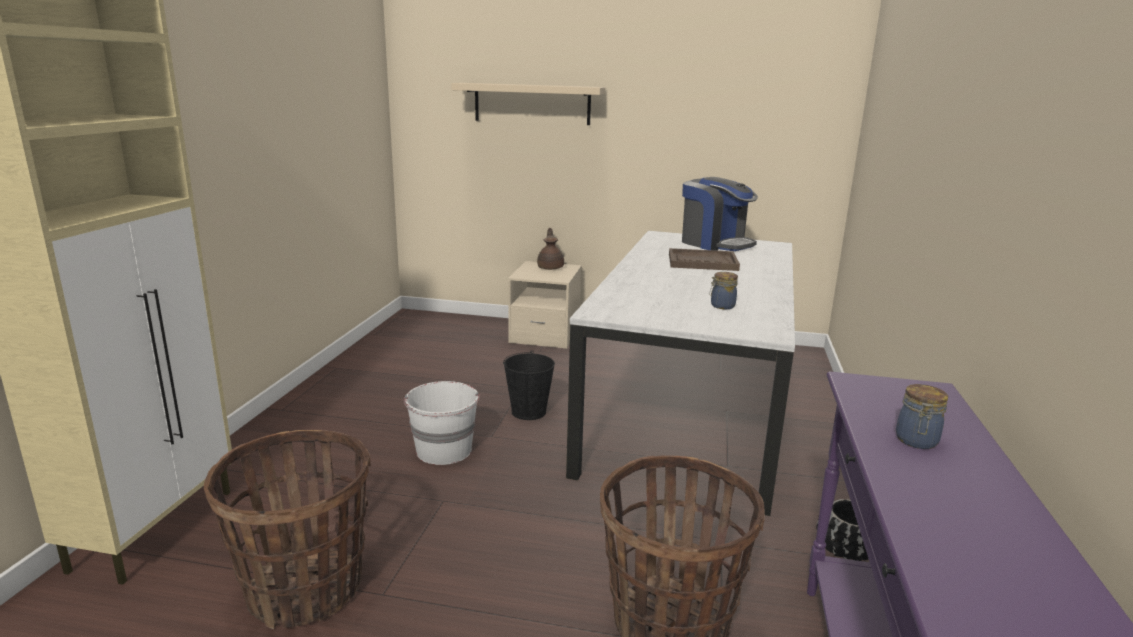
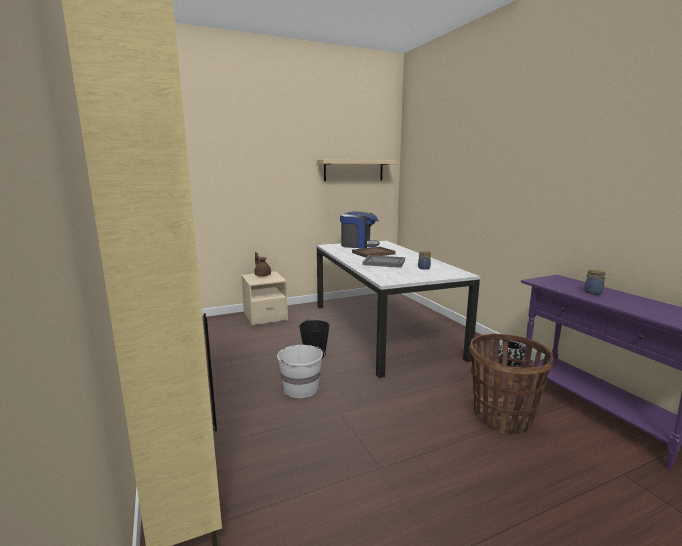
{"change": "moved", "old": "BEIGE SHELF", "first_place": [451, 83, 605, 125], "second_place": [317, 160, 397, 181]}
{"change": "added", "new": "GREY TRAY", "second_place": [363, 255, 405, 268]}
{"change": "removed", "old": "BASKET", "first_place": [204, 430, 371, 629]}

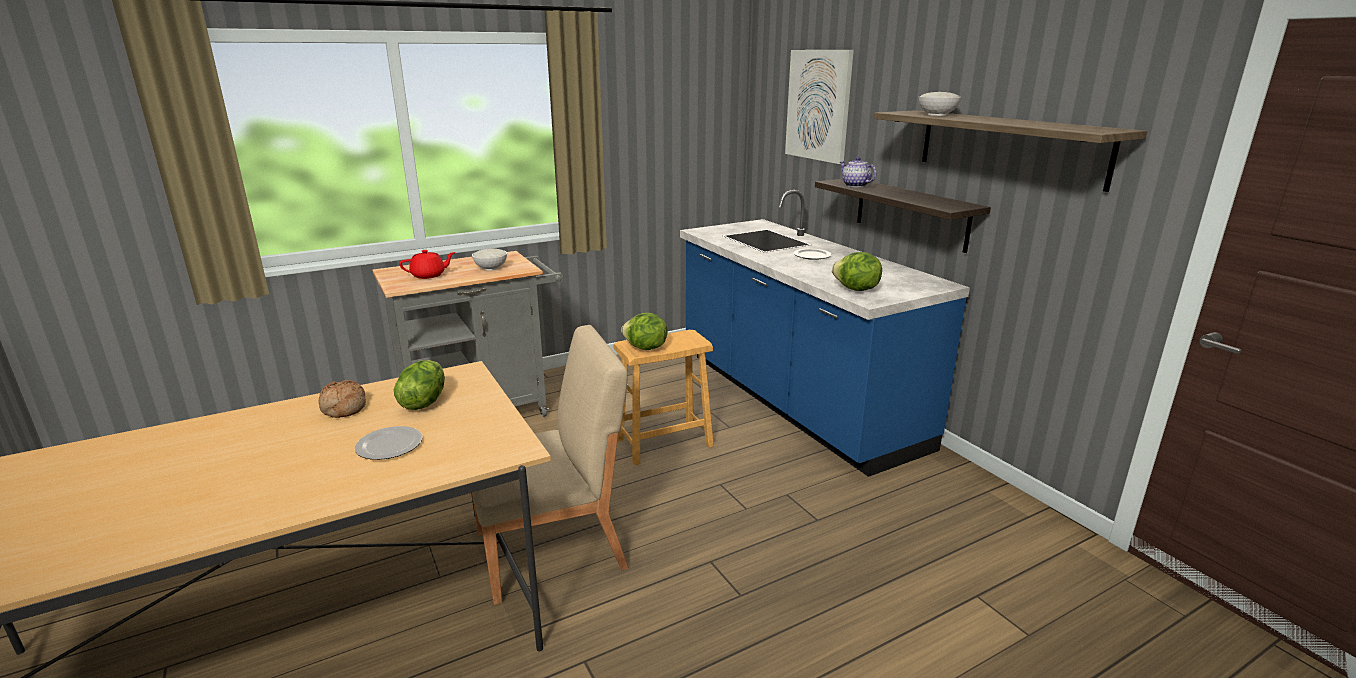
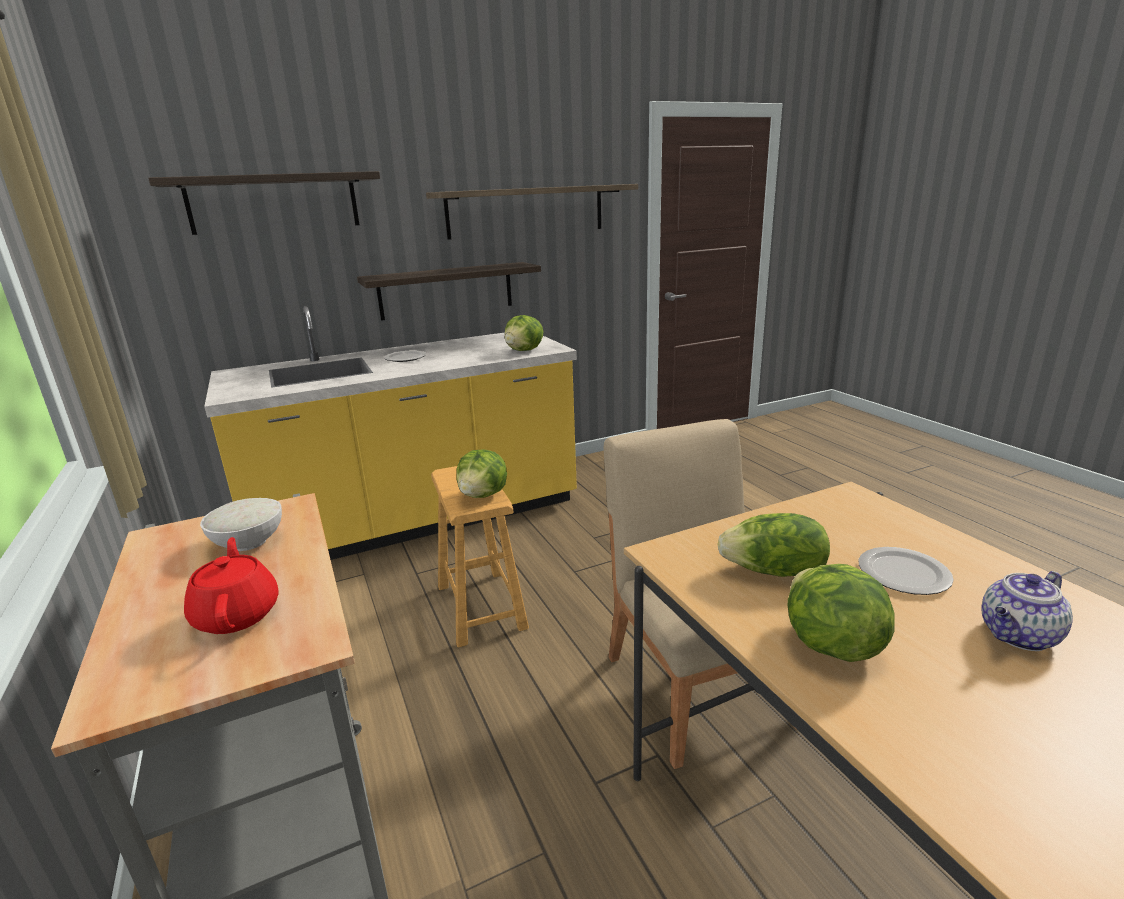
{"change": "replaced", "old": "PICTURE", "new": "SHELF", "first_place": [785, 50, 854, 164], "second_place": [148, 171, 380, 235]}
{"change": "recoloured", "old": "BLUE COUNTER", "new": "YELLOW COUNTER", "first_place": [680, 190, 970, 477], "second_place": [204, 306, 577, 560]}
{"change": "replaced", "old": "BREAD", "new": "LETTUCE", "first_place": [319, 380, 366, 418], "second_place": [788, 564, 895, 662]}
{"change": "moved", "old": "TEAPOT", "first_place": [840, 157, 877, 187], "second_place": [982, 571, 1073, 651]}
{"change": "removed", "old": "WHITE BOWL", "first_place": [919, 92, 961, 116]}

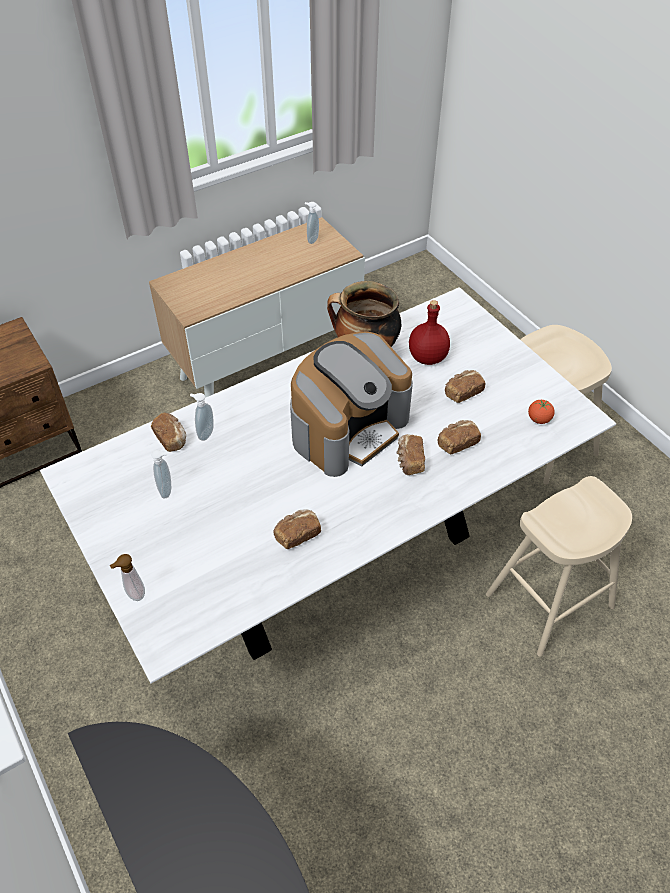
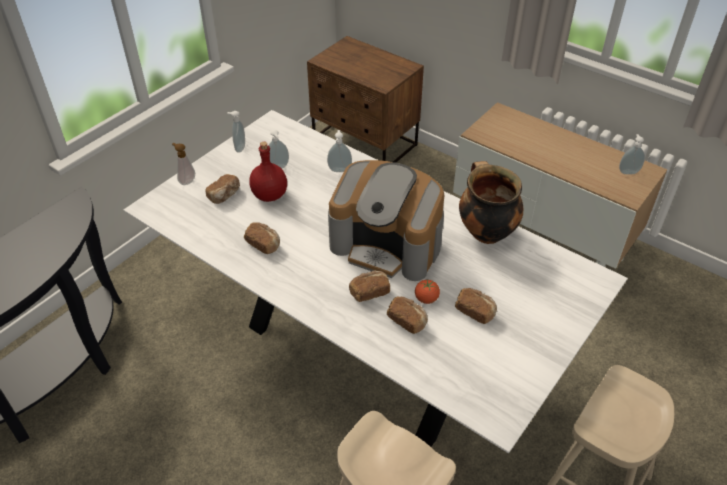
{"change": "moved", "old": "BREAD", "first_place": [151, 413, 186, 452], "second_place": [205, 174, 240, 204]}
{"change": "added", "new": "SOAP DISPENSER", "second_place": [227, 111, 245, 153]}
{"change": "moved", "old": "RED BOTTLE", "first_place": [409, 300, 450, 365], "second_place": [249, 142, 287, 202]}
{"change": "moved", "old": "TOMATO", "first_place": [528, 399, 555, 424], "second_place": [415, 280, 440, 304]}

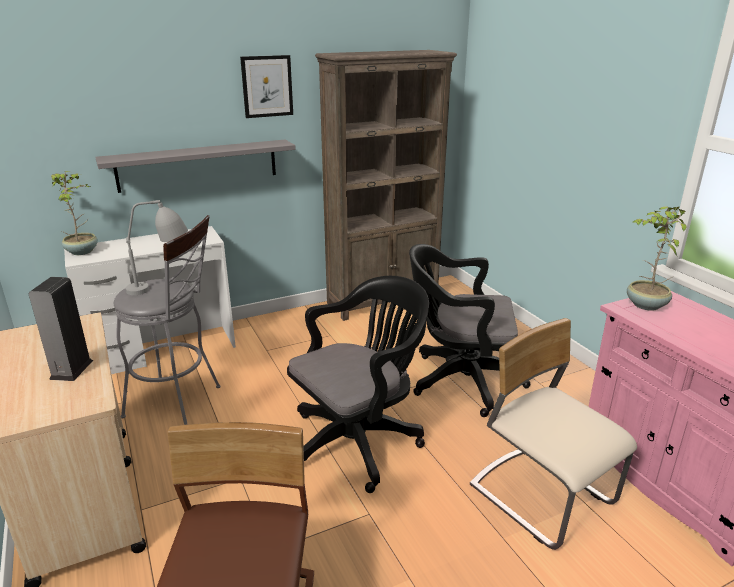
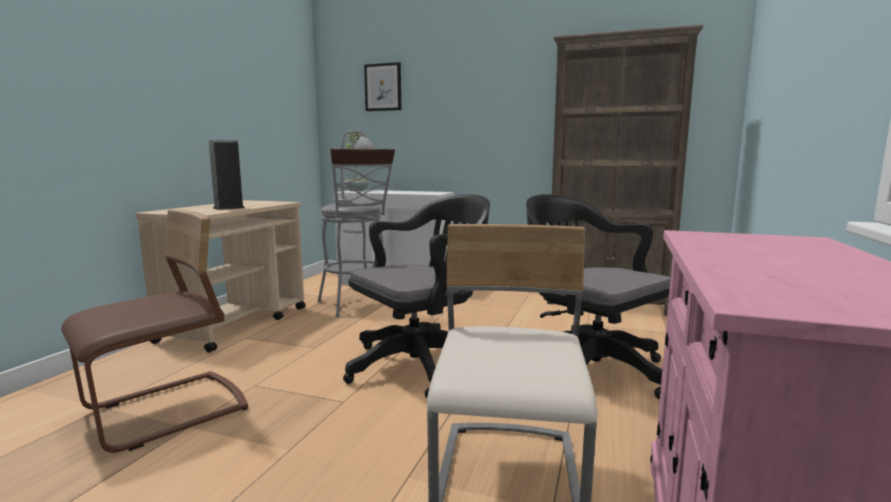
{"change": "turned", "old": "BLACK OFFICE CHAIR", "first_place": [287, 276, 429, 493], "second_place": [343, 194, 490, 398], "degrees": -45}
{"change": "moved", "old": "PICTURE", "first_place": [240, 55, 293, 118], "second_place": [364, 62, 401, 111]}
{"change": "removed", "old": "GREY SHELF", "first_place": [95, 140, 296, 193]}
{"change": "removed", "old": "POTTED PLANT", "first_place": [627, 206, 687, 311]}

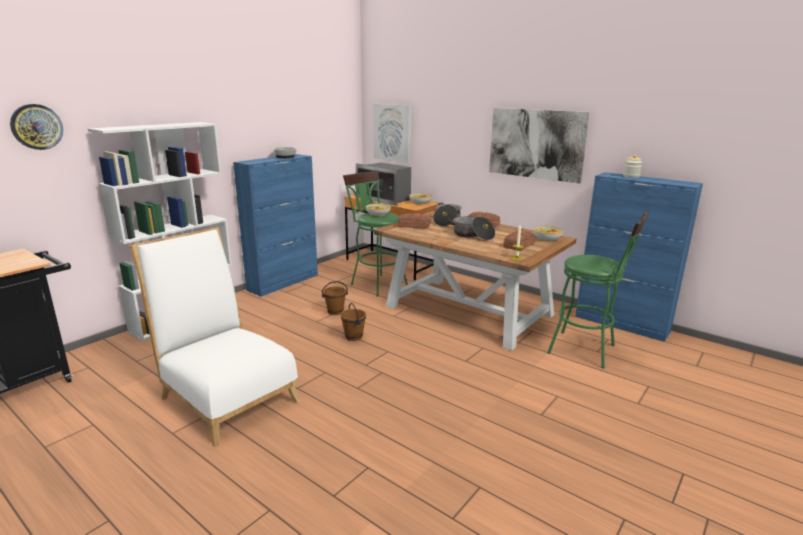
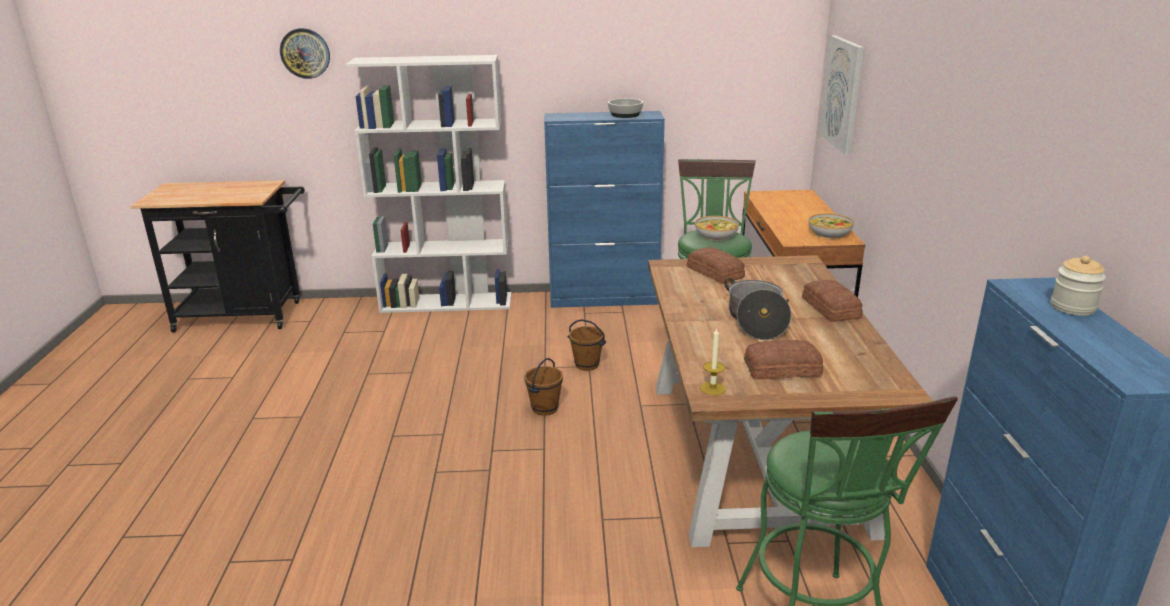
{"change": "removed", "old": "WHITE CHAIR", "first_place": [130, 227, 301, 447]}
{"change": "removed", "old": "MICROWAVE", "first_place": [356, 163, 411, 206]}
{"change": "removed", "old": "COOKING POT", "first_place": [433, 203, 461, 226]}
{"change": "removed", "old": "PICTURE", "first_place": [489, 108, 590, 184]}
{"change": "removed", "old": "BOWL", "first_place": [533, 226, 563, 241]}

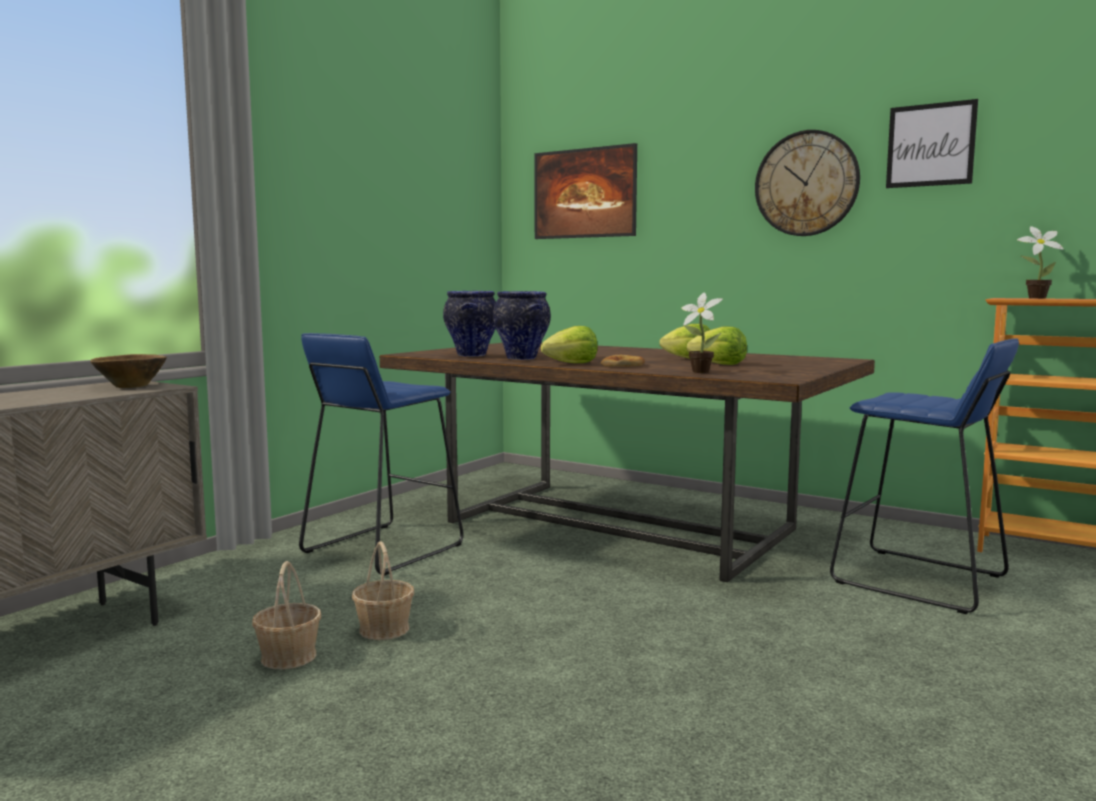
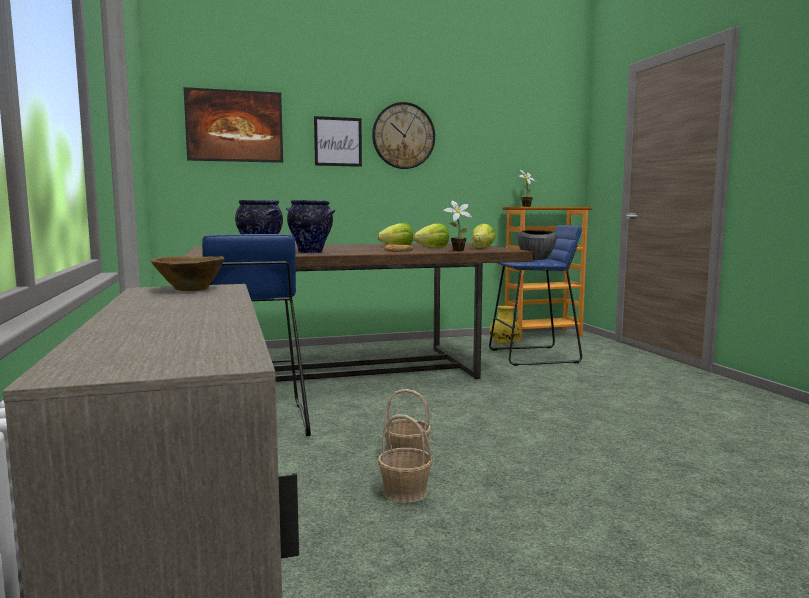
{"change": "moved", "old": "PICTURE", "first_place": [886, 99, 978, 188], "second_place": [314, 116, 362, 167]}
{"change": "moved", "old": "LETTUCE", "first_place": [541, 326, 597, 363], "second_place": [472, 224, 495, 248]}
{"change": "added", "new": "YELLOW VASE", "second_place": [489, 306, 521, 345]}
{"change": "added", "new": "BOWL", "second_place": [517, 230, 557, 260]}

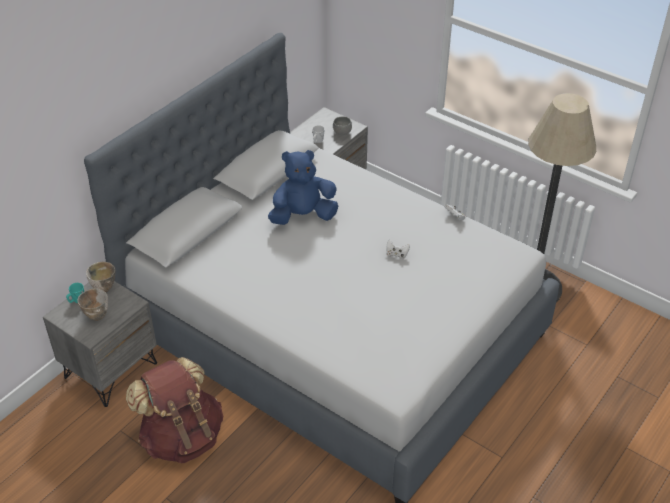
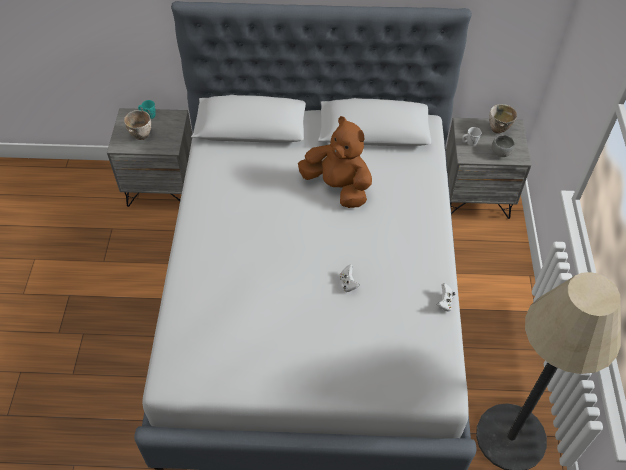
{"change": "recoloured", "old": "BLUE PLUSH TOY", "new": "BROWN PLUSH TOY", "first_place": [268, 150, 338, 225], "second_place": [298, 116, 372, 208]}
{"change": "moved", "old": "BOWL", "first_place": [86, 262, 115, 293], "second_place": [489, 104, 517, 133]}
{"change": "removed", "old": "BROWN BACKPACK", "first_place": [126, 357, 223, 464]}

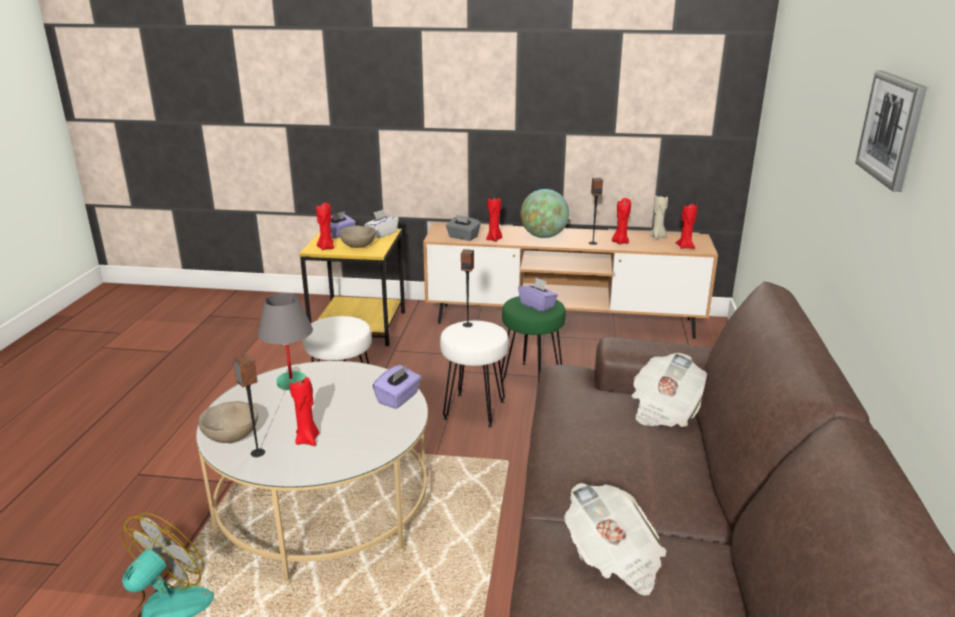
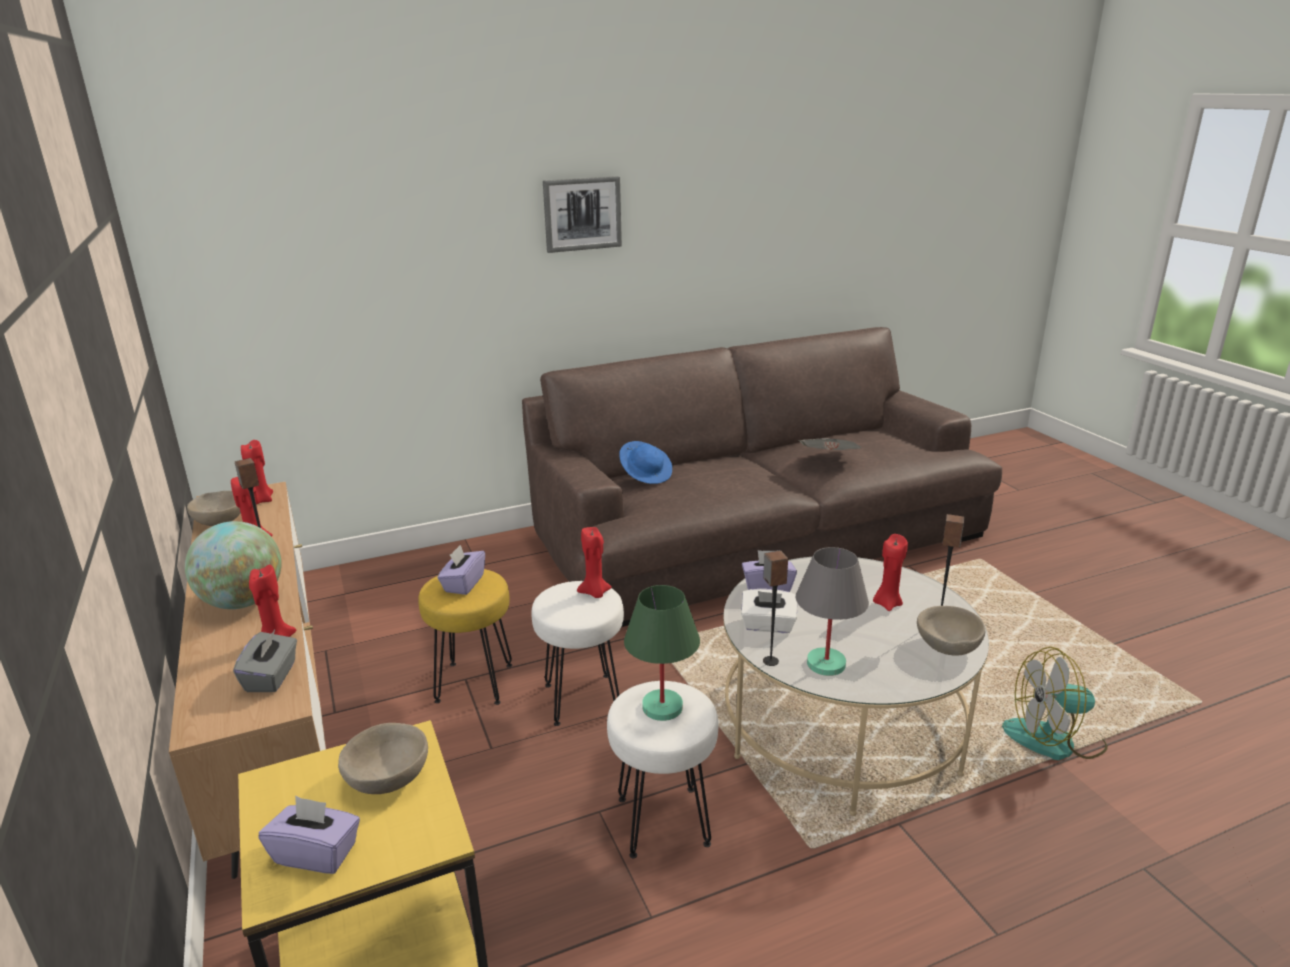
{"change": "replaced", "old": "BEIGE CANDLE", "new": "BEIGE BOWL", "first_place": [649, 195, 668, 239], "second_place": [187, 491, 241, 526]}
{"change": "recoloured", "old": "GREEN STOOL", "new": "YELLOW STOOL", "first_place": [500, 296, 566, 382], "second_place": [418, 569, 512, 705]}
{"change": "moved", "old": "RED CANDLE", "first_place": [316, 203, 334, 250], "second_place": [577, 527, 612, 598]}
{"change": "replaced", "old": "NEWSPAPER", "new": "BLUE HAT", "first_place": [632, 353, 707, 427], "second_place": [619, 441, 672, 484]}
{"change": "added", "new": "GREEN TABLE LAMP", "second_place": [624, 585, 700, 721]}
{"change": "moved", "old": "WHITE TISSUE BOX", "first_place": [365, 209, 399, 238], "second_place": [741, 589, 798, 633]}
{"change": "moved", "old": "SPEAKER", "first_place": [461, 249, 474, 327], "second_place": [763, 551, 788, 666]}

